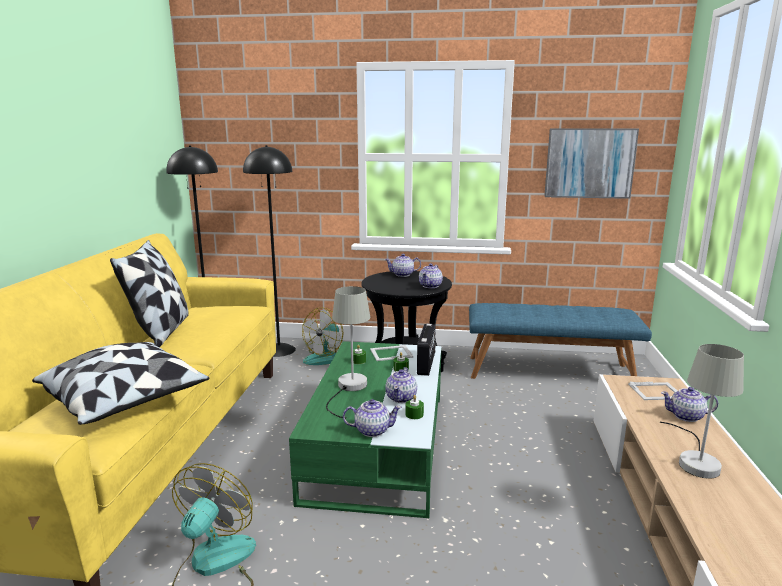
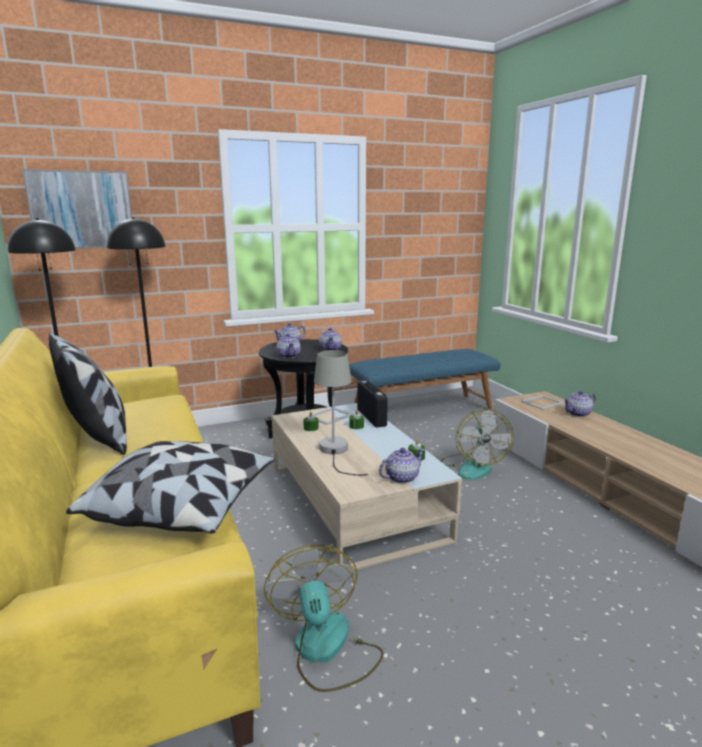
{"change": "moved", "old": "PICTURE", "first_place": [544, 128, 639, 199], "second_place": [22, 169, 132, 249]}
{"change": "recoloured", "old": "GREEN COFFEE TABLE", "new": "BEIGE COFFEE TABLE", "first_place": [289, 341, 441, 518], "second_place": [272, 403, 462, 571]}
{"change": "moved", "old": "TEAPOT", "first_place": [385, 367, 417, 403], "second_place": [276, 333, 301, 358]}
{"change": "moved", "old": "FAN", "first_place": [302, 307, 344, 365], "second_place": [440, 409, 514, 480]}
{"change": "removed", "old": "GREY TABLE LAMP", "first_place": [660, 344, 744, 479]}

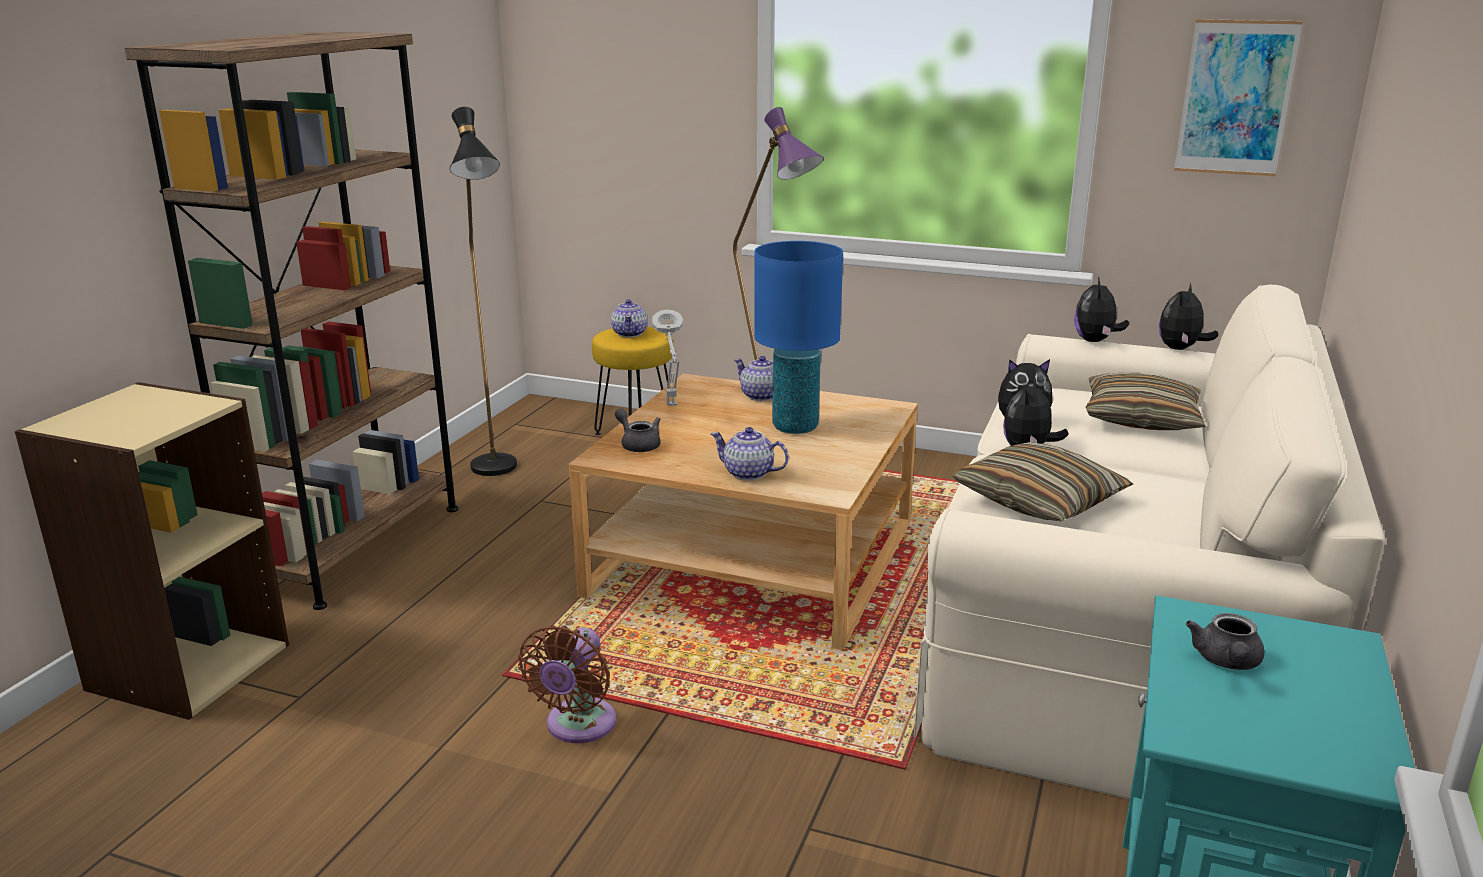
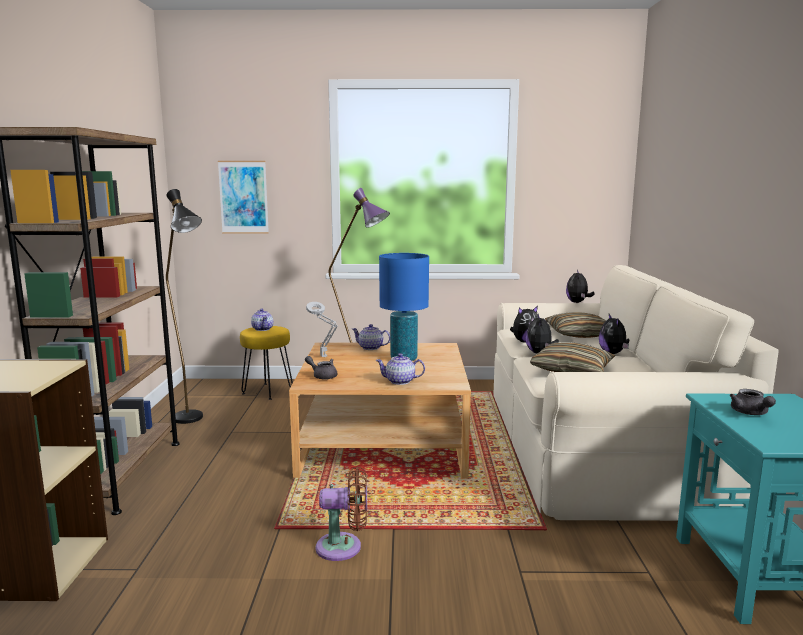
{"change": "moved", "old": "PICTURE", "first_place": [1174, 19, 1303, 176], "second_place": [218, 161, 269, 234]}
{"change": "turned", "old": "BROWN FAN", "first_place": [518, 625, 616, 743], "second_place": [315, 467, 367, 561], "degrees": -90}
{"change": "moved", "old": "PLUSH TOY", "first_place": [1074, 277, 1129, 342], "second_place": [599, 314, 629, 354]}

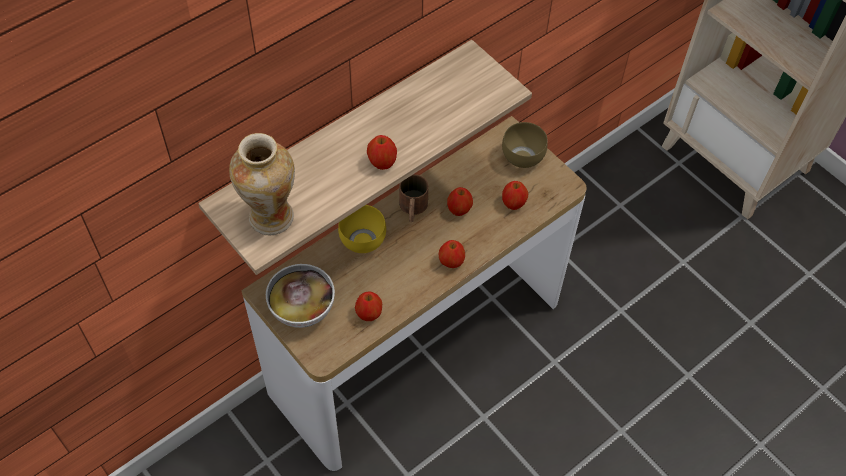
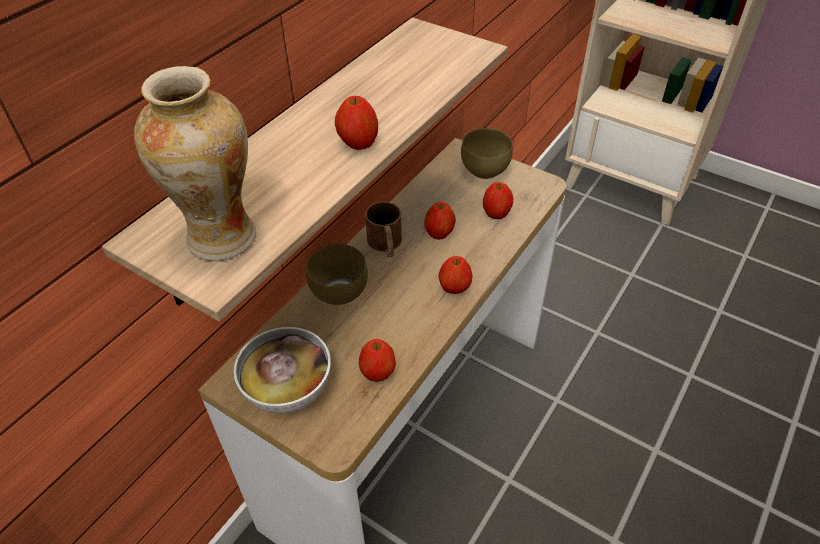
{"change": "recoloured", "old": "YELLOW BOWL", "new": "BROWN BOWL", "first_place": [338, 205, 386, 253], "second_place": [306, 244, 368, 305]}

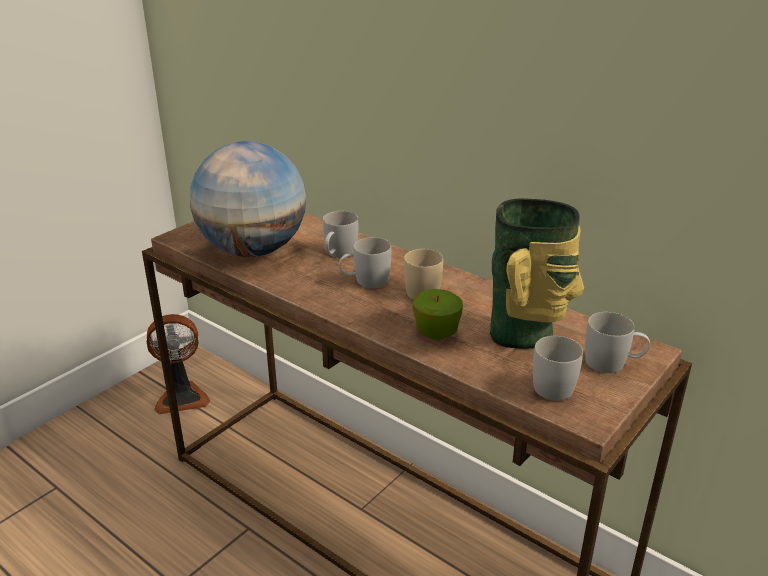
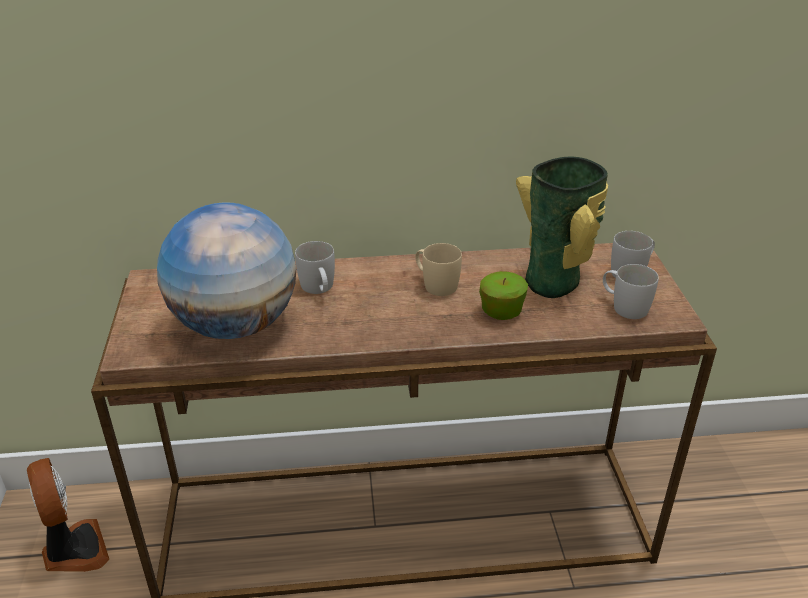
{"change": "turned", "old": "FAN", "first_place": [147, 314, 210, 414], "second_place": [27, 458, 110, 572], "degrees": -60}
{"change": "removed", "old": "WHITE MUG", "first_place": [339, 237, 391, 288]}

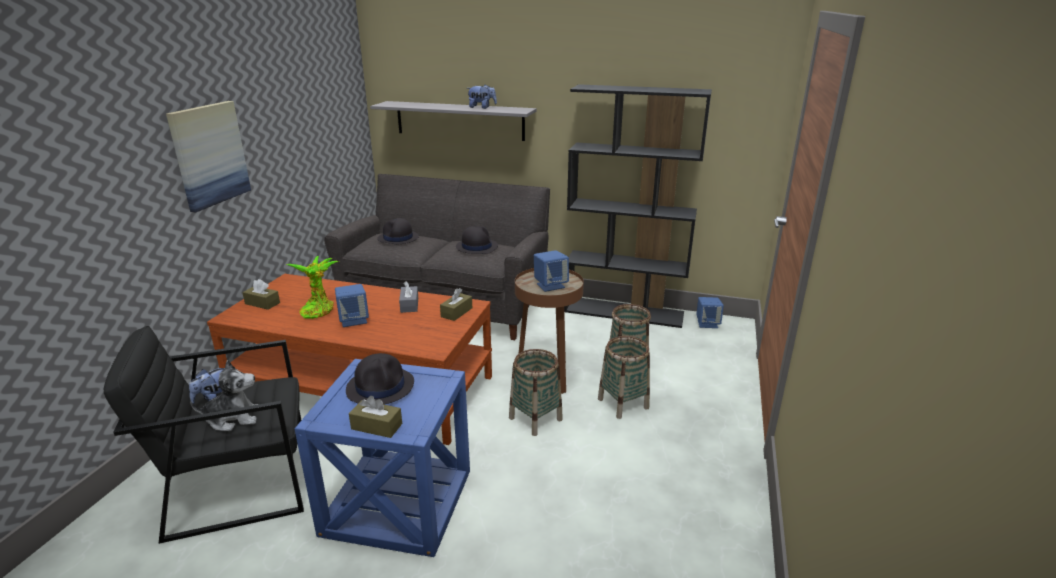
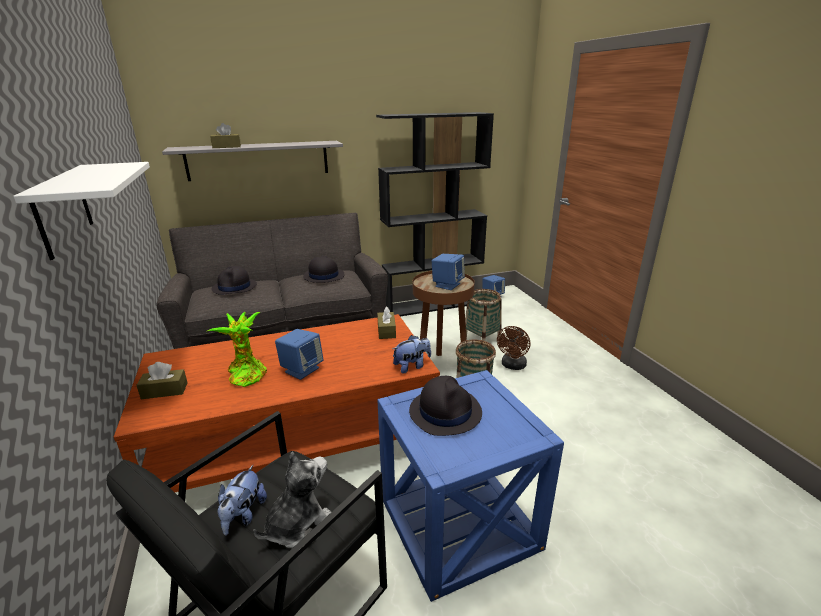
{"change": "replaced", "old": "PICTURE", "new": "WHITE SHELF", "first_place": [166, 101, 251, 212], "second_place": [13, 162, 150, 260]}
{"change": "moved", "old": "BROWN TISSUE BOX", "first_place": [349, 396, 402, 438], "second_place": [210, 123, 241, 148]}
{"change": "moved", "old": "PLUSH TOY", "first_place": [467, 84, 497, 109], "second_place": [393, 335, 431, 374]}
{"change": "replaced", "old": "BASKET", "new": "BROWN FAN", "first_place": [598, 336, 650, 419], "second_place": [497, 326, 531, 370]}
{"change": "removed", "old": "GREY TISSUE BOX", "first_place": [399, 281, 418, 313]}

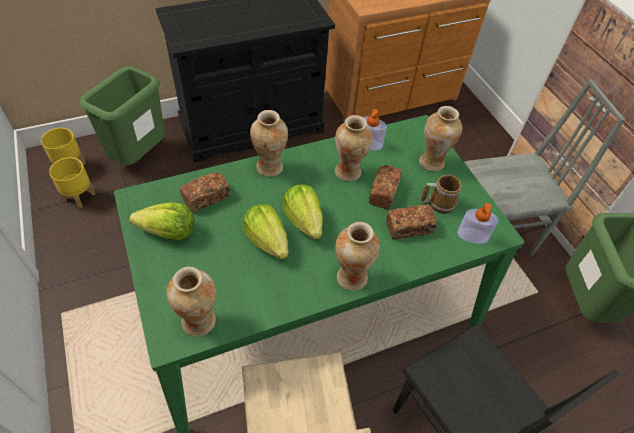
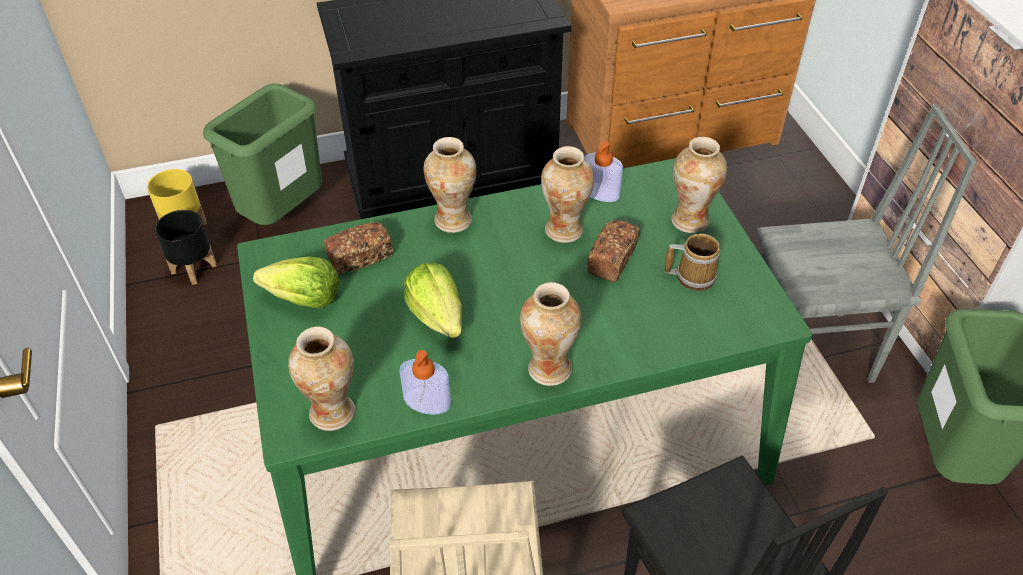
{"change": "recoloured", "old": "YELLOW PLANTER", "new": "BLACK PLANTER", "first_place": [49, 157, 95, 208], "second_place": [155, 210, 217, 285]}
{"change": "moved", "old": "SOAP DISPENSER", "first_place": [457, 203, 499, 244], "second_place": [400, 350, 451, 415]}
{"change": "removed", "old": "LETTUCE", "first_place": [283, 185, 323, 239]}
{"change": "removed", "old": "BREAD", "first_place": [386, 205, 437, 239]}

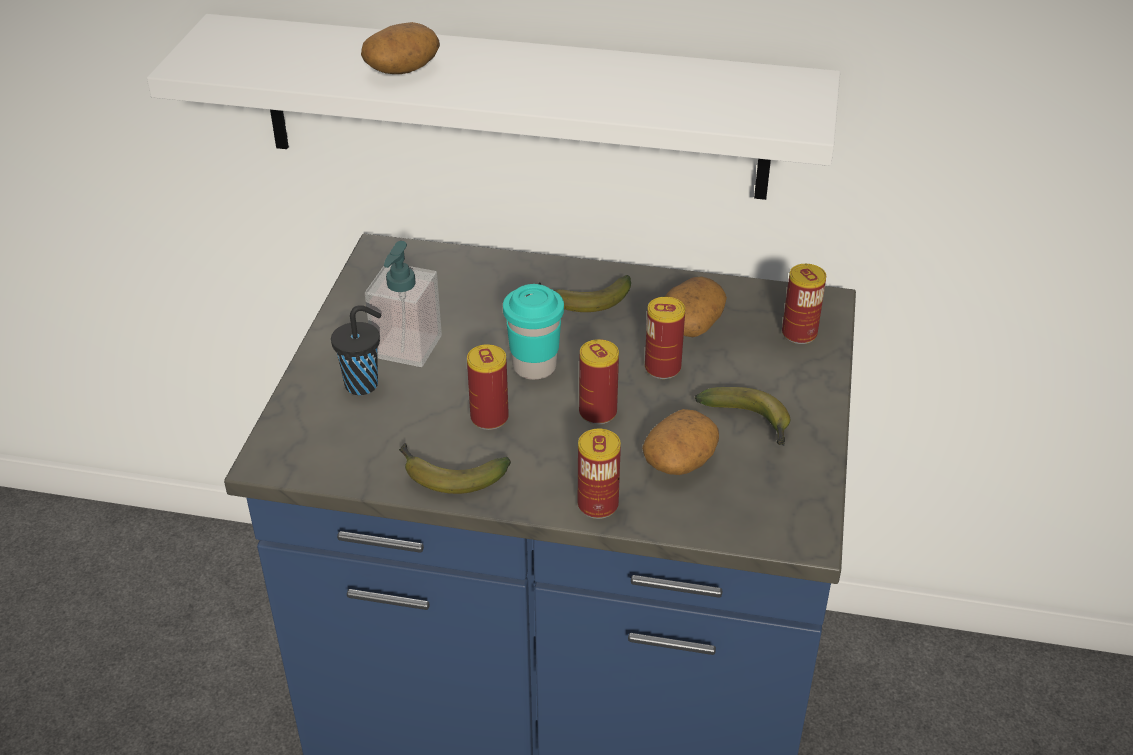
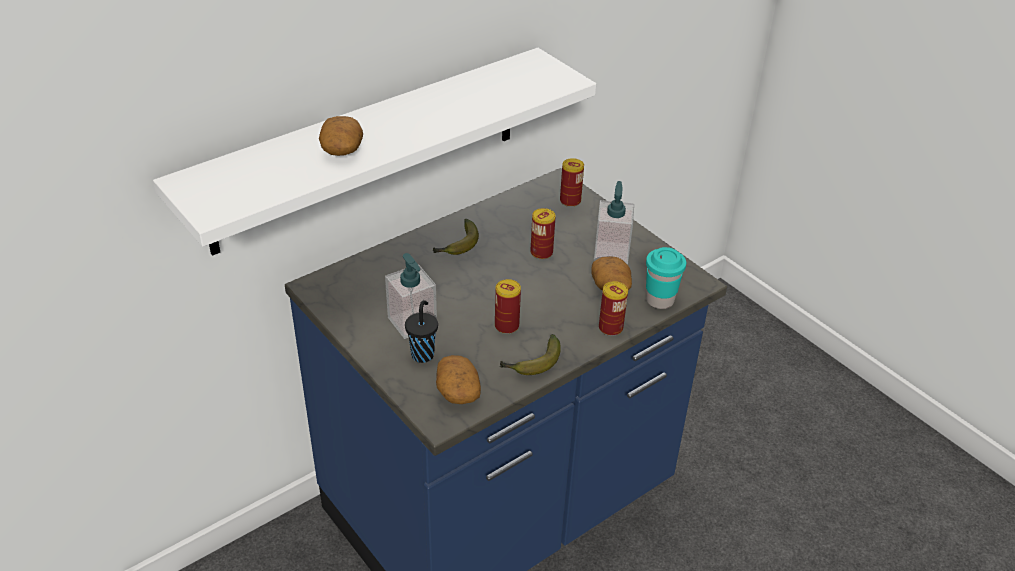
{"change": "moved", "old": "POTATO", "first_place": [665, 276, 727, 337], "second_place": [436, 355, 481, 404]}
{"change": "replaced", "old": "BANANA", "new": "SOAP DISPENSER", "first_place": [695, 387, 790, 446], "second_place": [594, 181, 634, 264]}
{"change": "moved", "old": "TURQUOISE CUP", "first_place": [503, 284, 564, 380], "second_place": [646, 247, 686, 309]}
{"change": "removed", "old": "CAN", "first_place": [579, 339, 619, 424]}

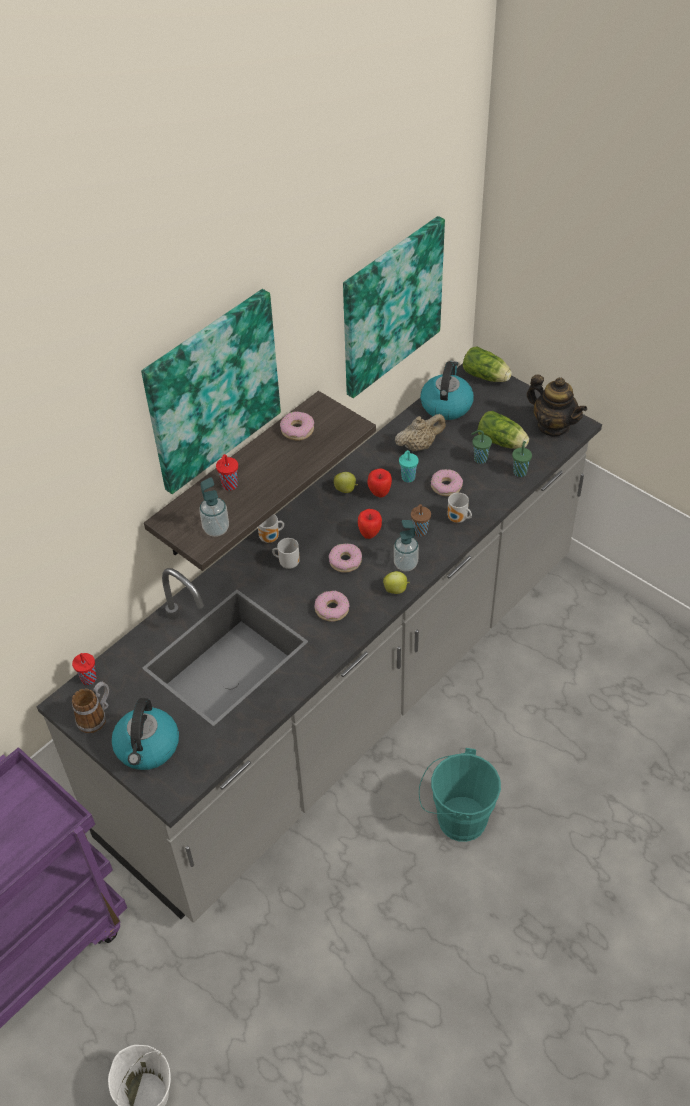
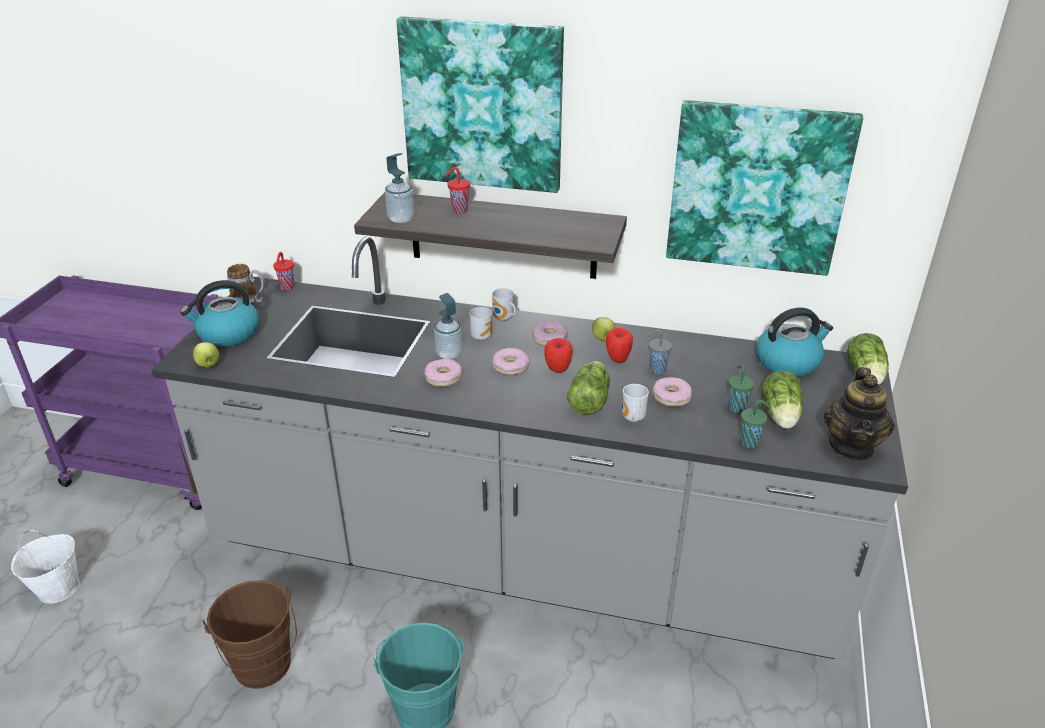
{"change": "moved", "old": "APPLE", "first_place": [383, 571, 410, 594], "second_place": [193, 342, 219, 368]}
{"change": "added", "new": "BROWN BUCKET", "second_place": [202, 580, 297, 689]}
{"change": "moved", "old": "SOAP DISPENSER", "first_place": [394, 520, 419, 571], "second_place": [434, 293, 462, 359]}
{"change": "moved", "old": "DONUT", "first_place": [280, 412, 314, 440], "second_place": [532, 321, 568, 346]}
{"change": "replaced", "old": "BROWN CUP", "new": "LETTUCE", "first_place": [411, 504, 431, 537], "second_place": [567, 361, 610, 415]}
{"change": "recoloured", "old": "TURQUOISE CUP", "new": "GREY CUP", "first_place": [399, 450, 419, 482], "second_place": [647, 329, 672, 374]}
{"change": "removed", "old": "BEIGE TEAPOT", "first_place": [395, 414, 446, 452]}

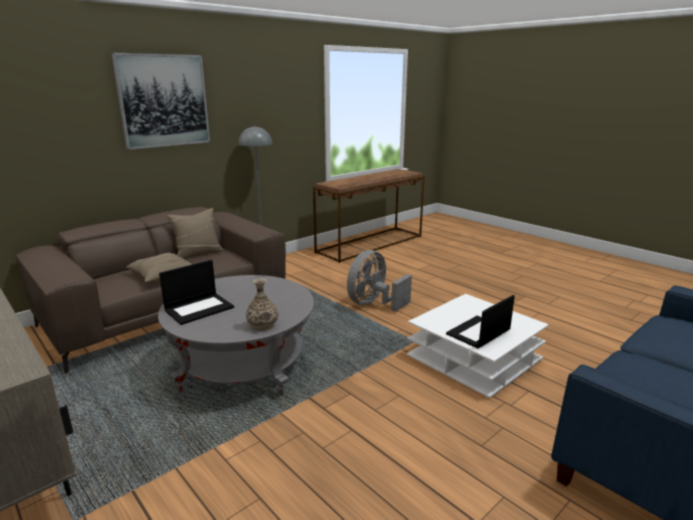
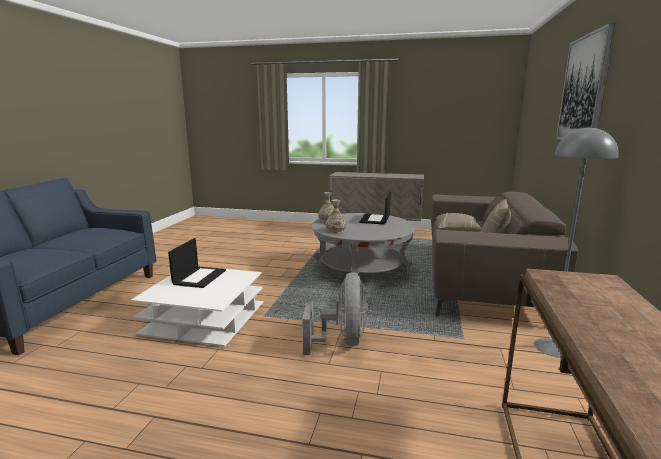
{"change": "added", "new": "VASE", "second_place": [325, 200, 346, 233]}

